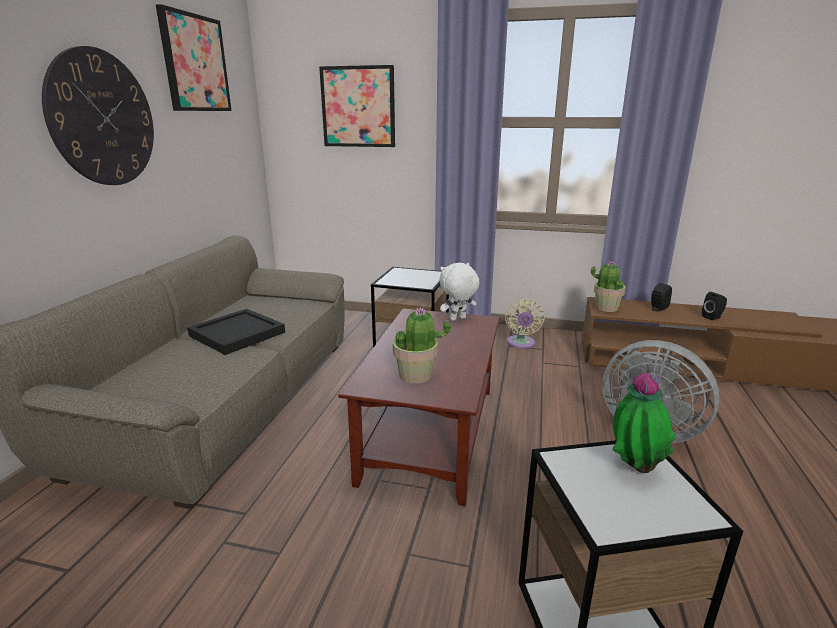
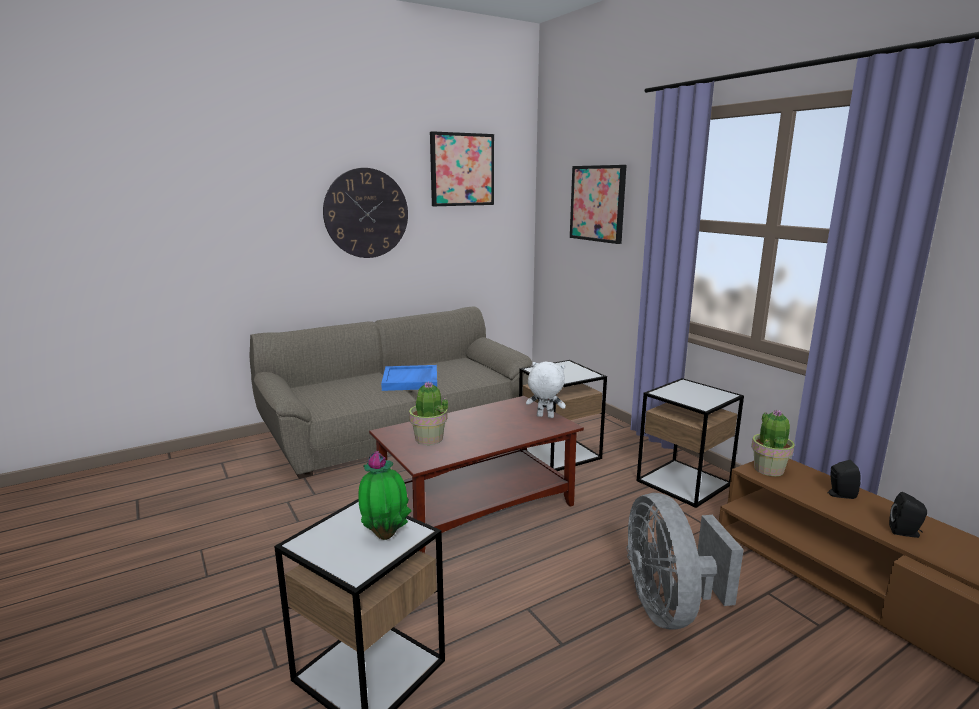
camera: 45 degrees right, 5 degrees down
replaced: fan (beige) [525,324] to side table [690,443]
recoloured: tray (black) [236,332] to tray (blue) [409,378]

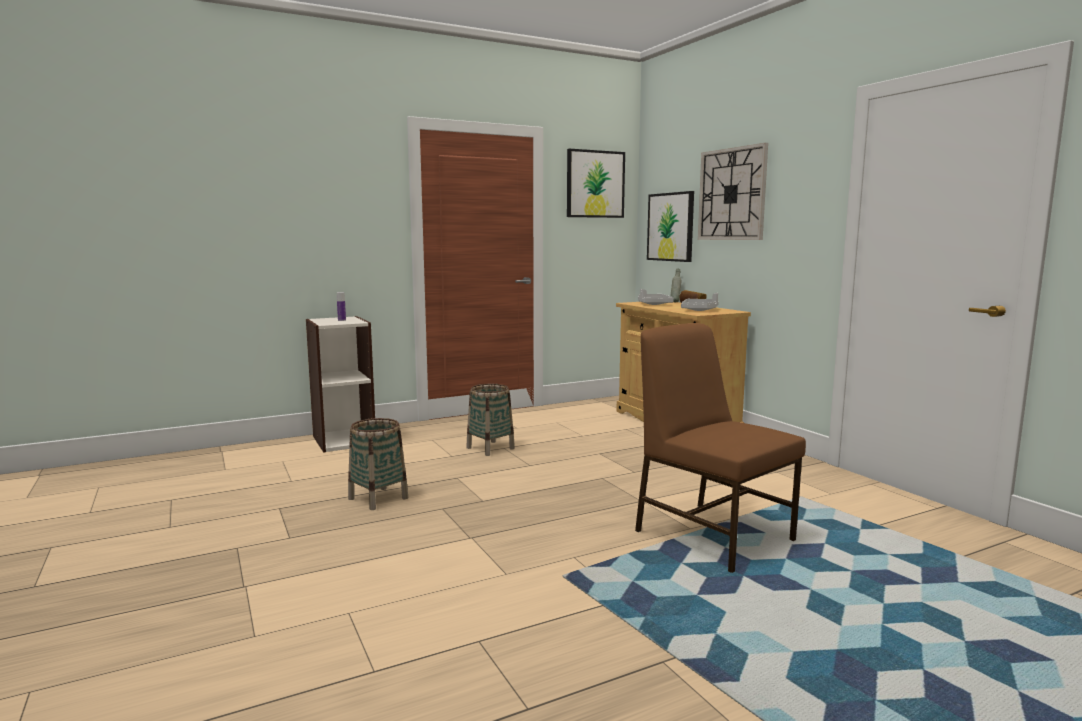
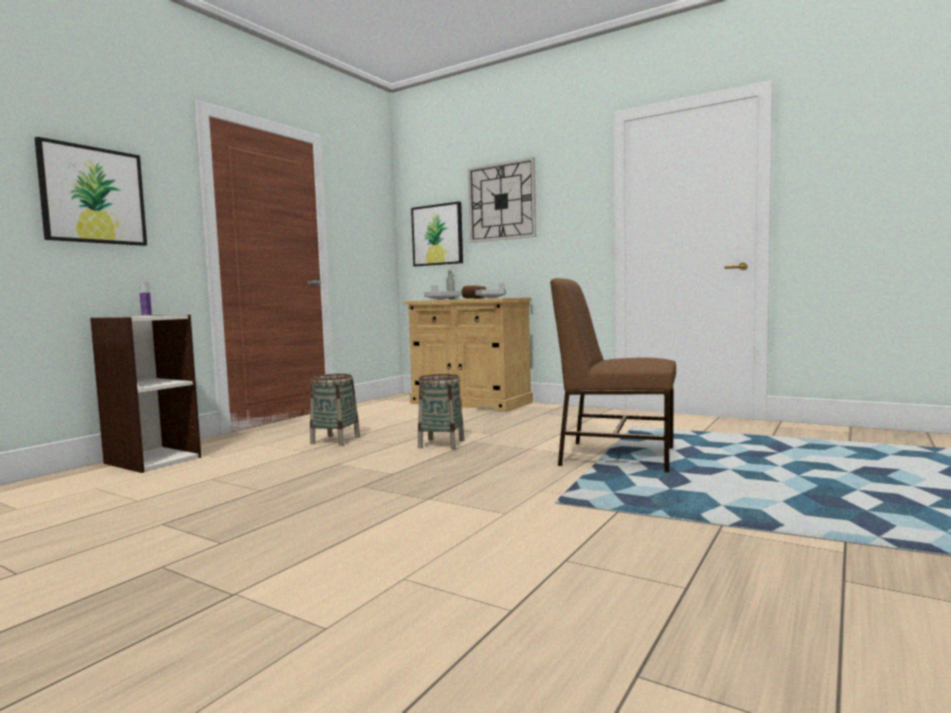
camera: 30 degrees left, 5 degrees down
moved: picture [596,183] to [91,191]; basket [378,464] to [441,411]

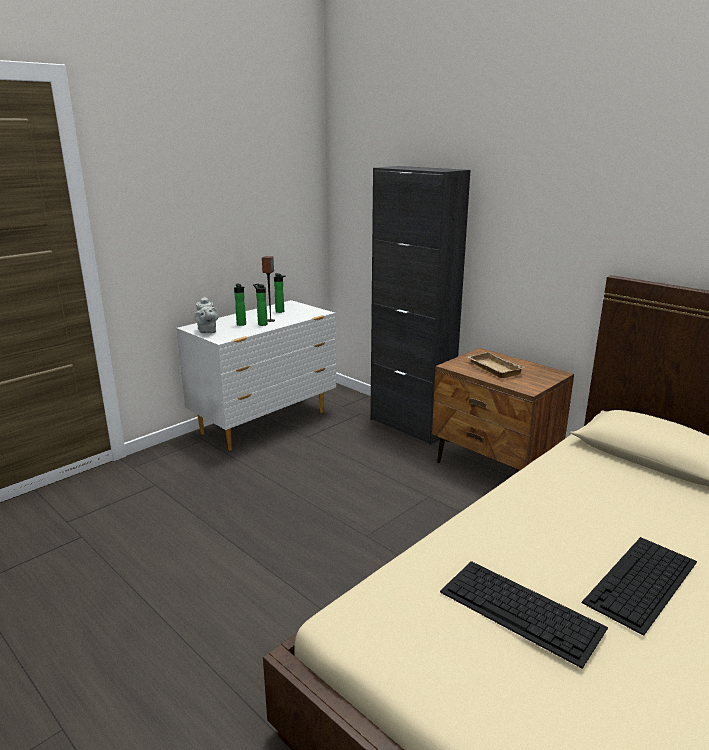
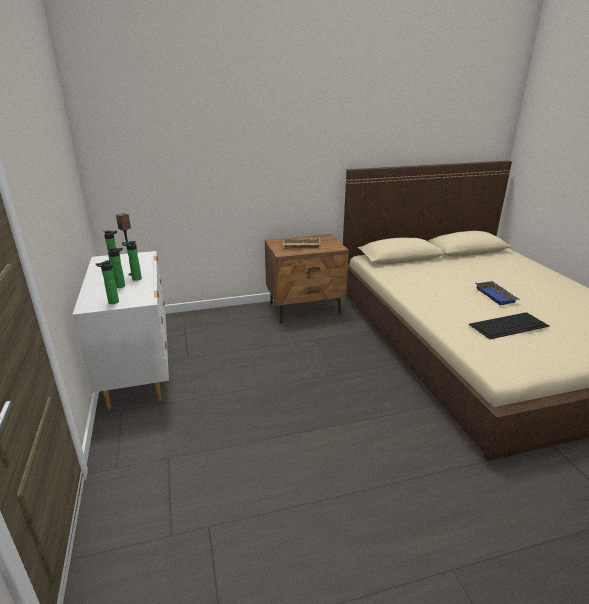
camera: 60 degrees left, 5 degrees up
removed: cabinet (black) [420,305]
replaced: teapot (grey) [206,315] to bottle [107,282]; keyboard [639,586] to tray (blue) [498,293]

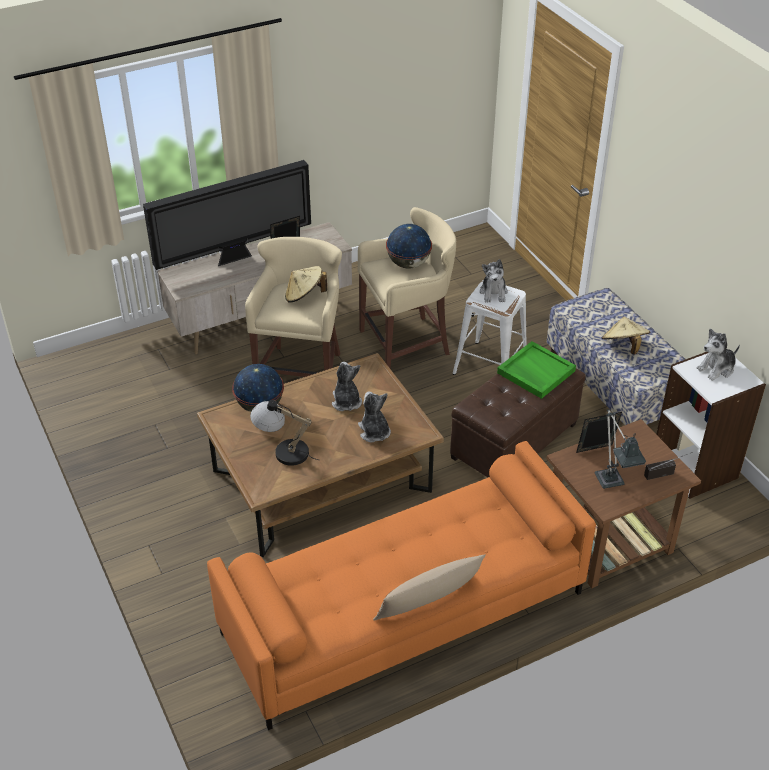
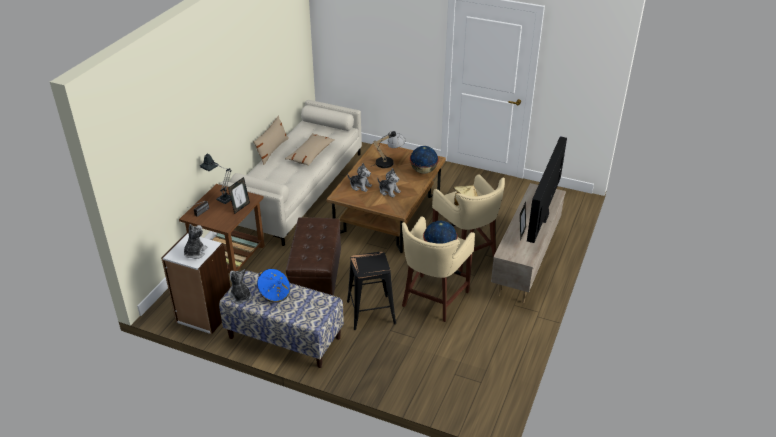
camera: 140 degrees right, 5 degrees down
removed: tray (green) [536,370]
added: pillow (beige) [310,149]
moved: plush toy [494,280] to [240,286]
recoloured: stool (white) [489,327] to stool (black) [371,291]; hat (beige) [626,335] to hat (blue) [273,286]; sofa (orange) [401,585] to sofa (beige) [291,173]

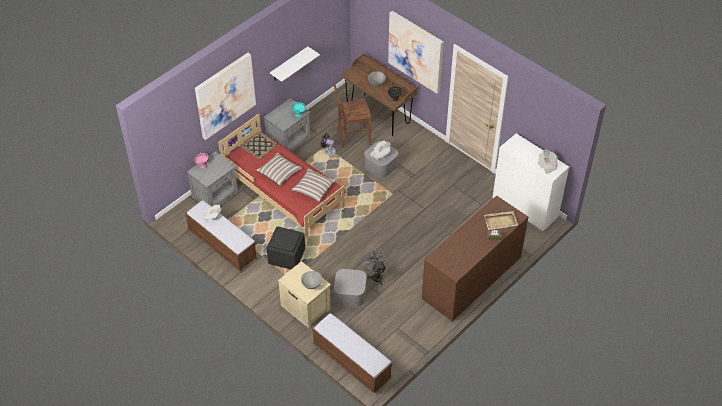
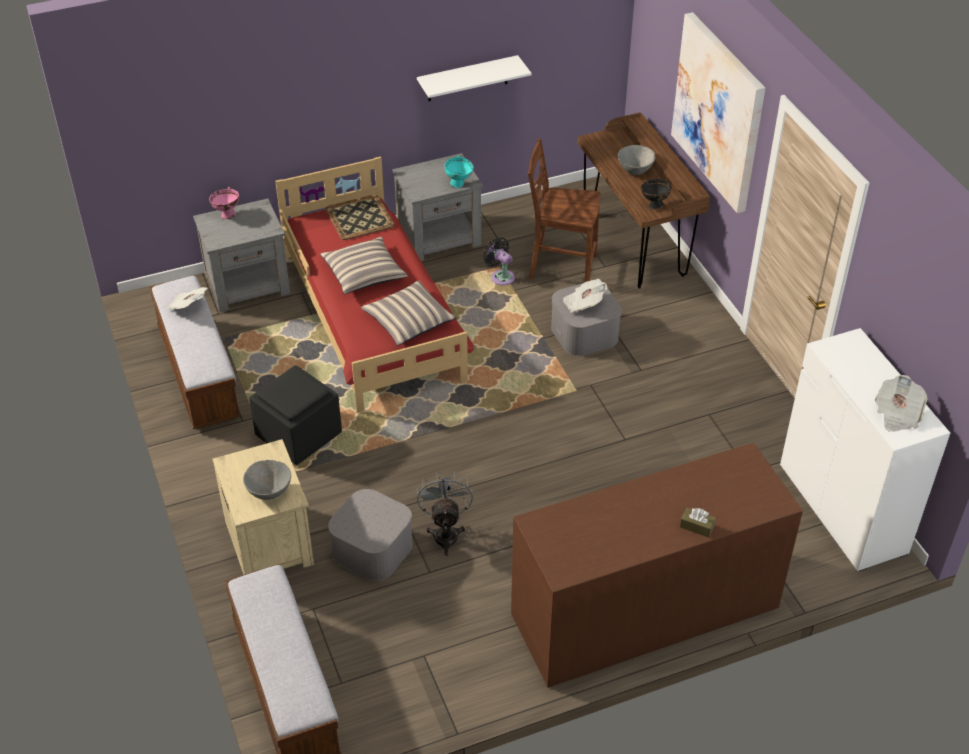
camera: 25 degrees right, 5 degrees down
removed: picture [225,96]; tray (beige) [501,220]

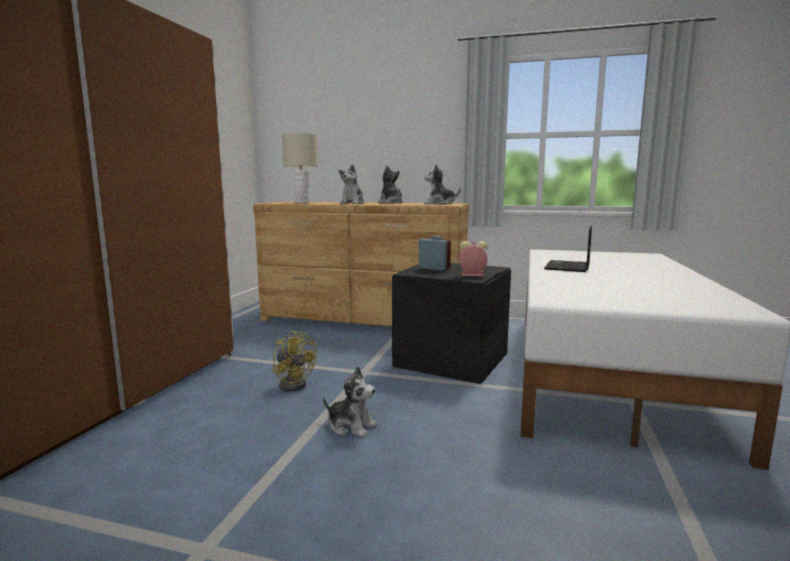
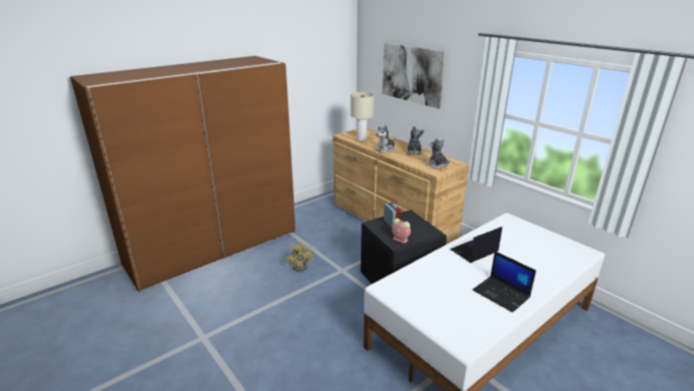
camera: 35 degrees right, 15 degrees up
removed: plush toy [350,402]
added: picture [414,76]; laptop [504,282]

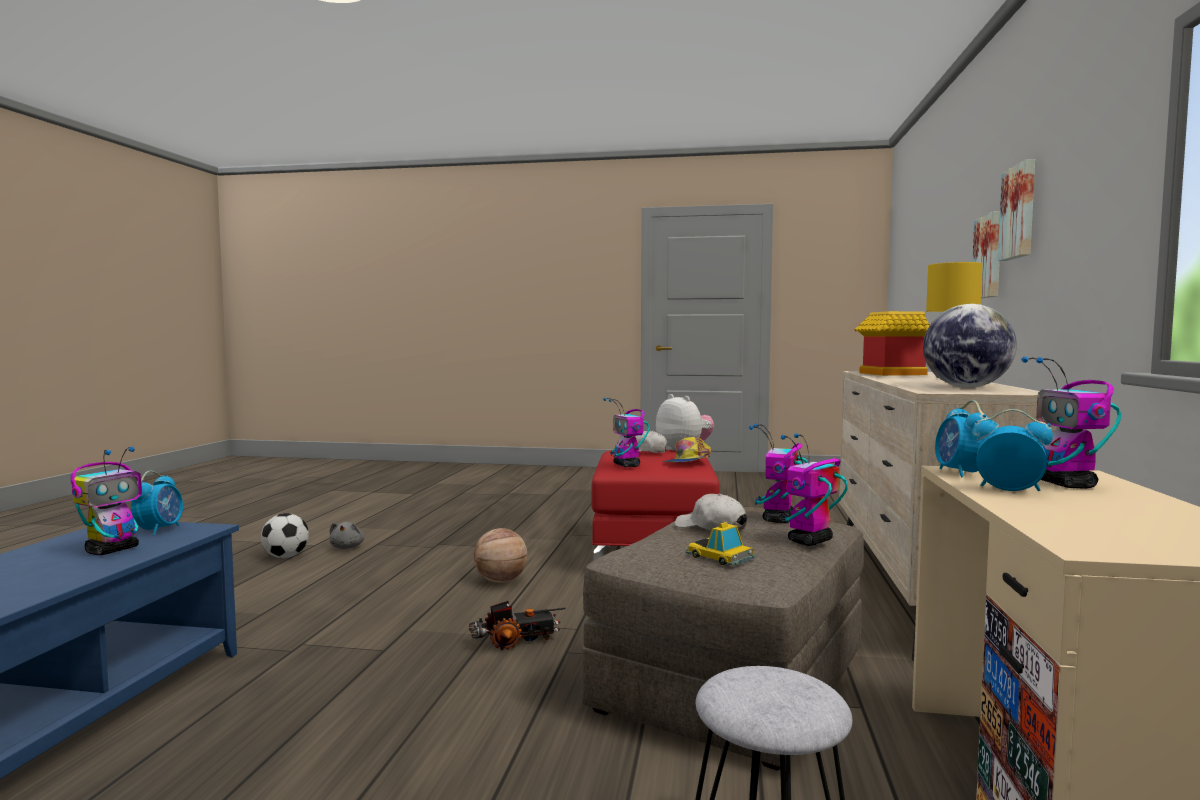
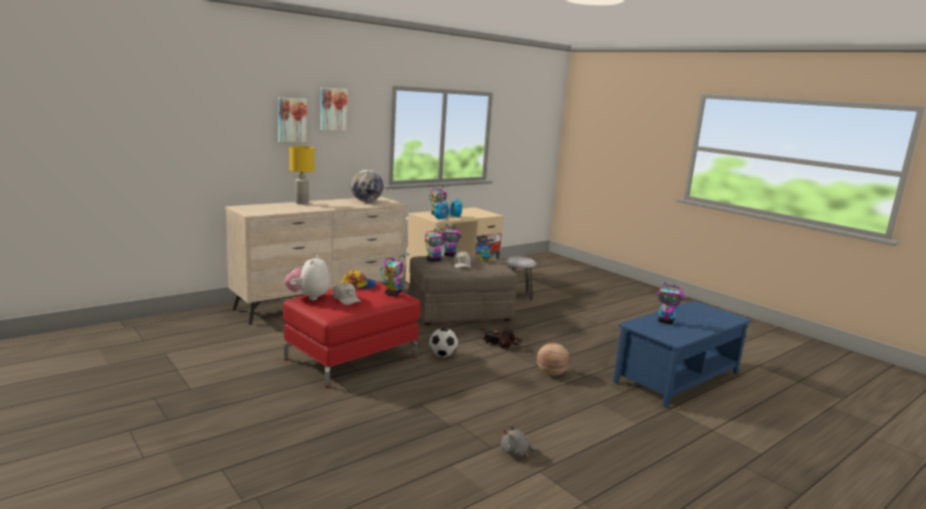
camera: 140 degrees left, 10 degrees up
removed: toy house [892,343]; alarm clock [157,503]
moved: picture [986,255] to [333,109]; football [285,535] to [443,342]; basketball [500,555] to [553,359]
turned: toy robot [106,501] = [670,303] 135 degrees counterclockwise; plush toy (grey) [347,535] = [521,440] 120 degrees counterclockwise

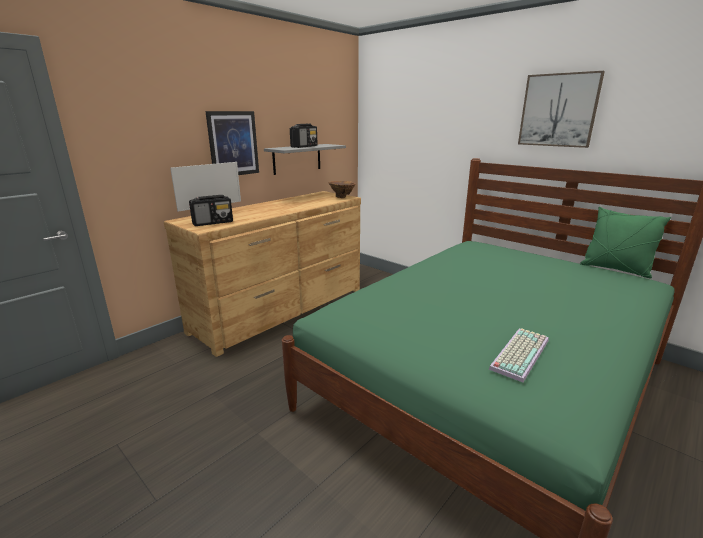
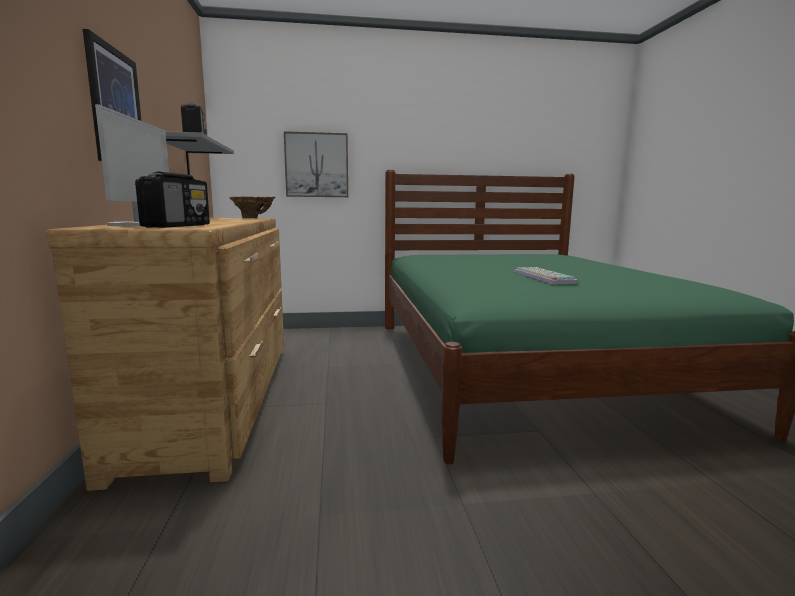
camera: 50 degrees left, 10 degrees down
removed: pillow (green) [625,243]
moved: picture [561,109] to [316,164]; keyboard [519,355] to [546,275]

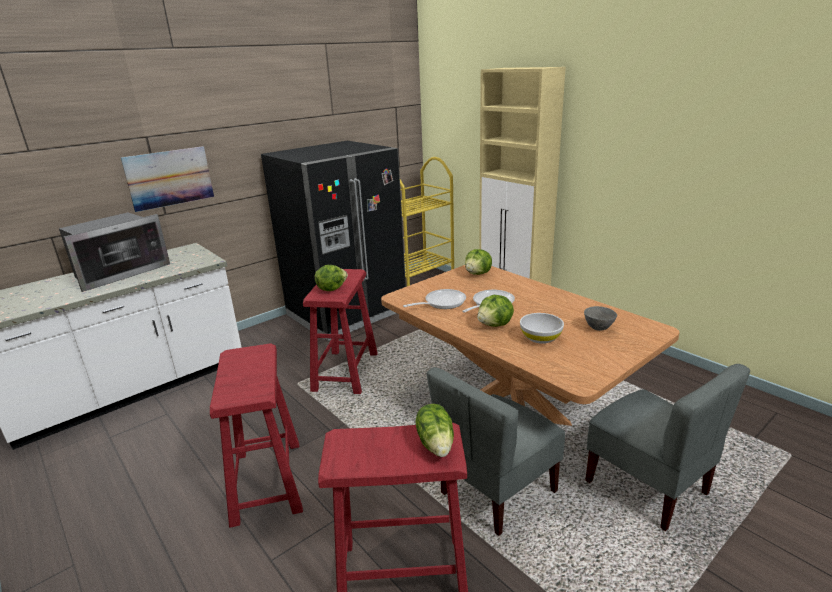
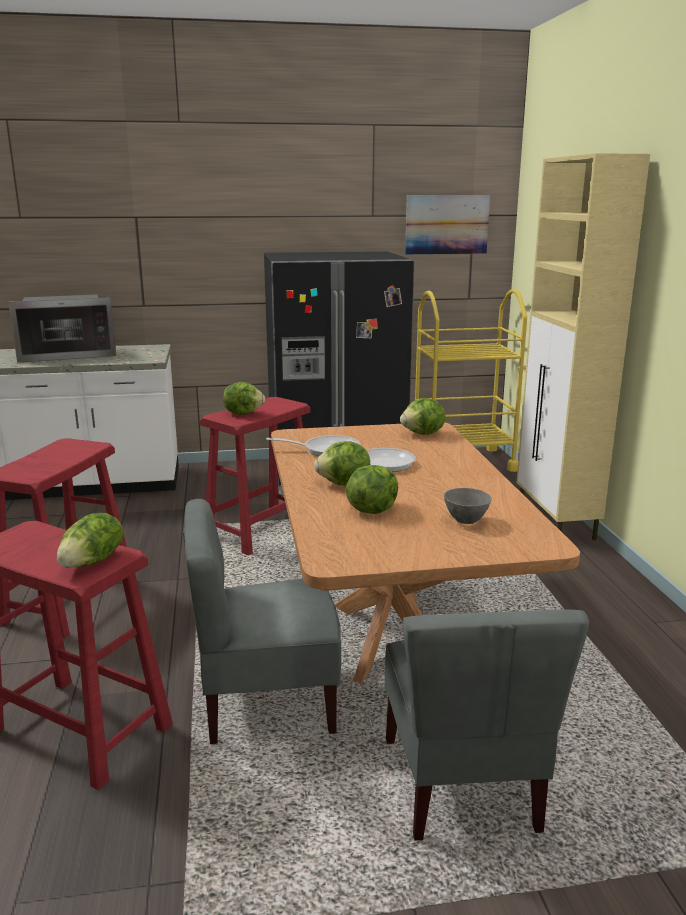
camera: 30 degrees right, 5 degrees down
moved: picture [167,179] to [447,225]
replaced: bowl (white) [542,328] to lettuce [372,489]

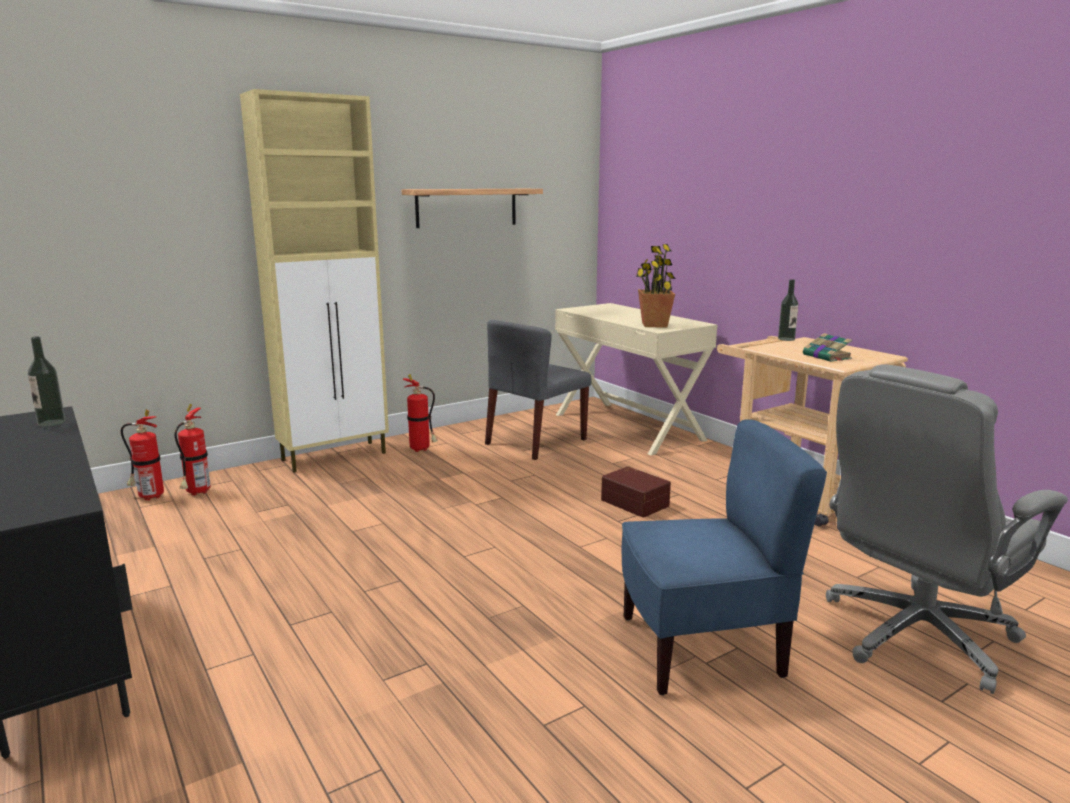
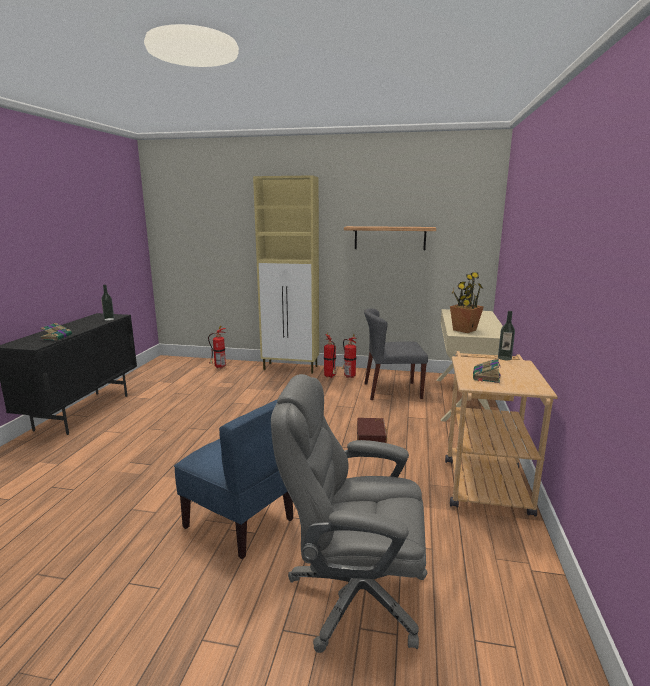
camera: 45 degrees right, 0 degrees up
added: book [56,332]
moved: fire extinguisher [142,455] to [349,356]

